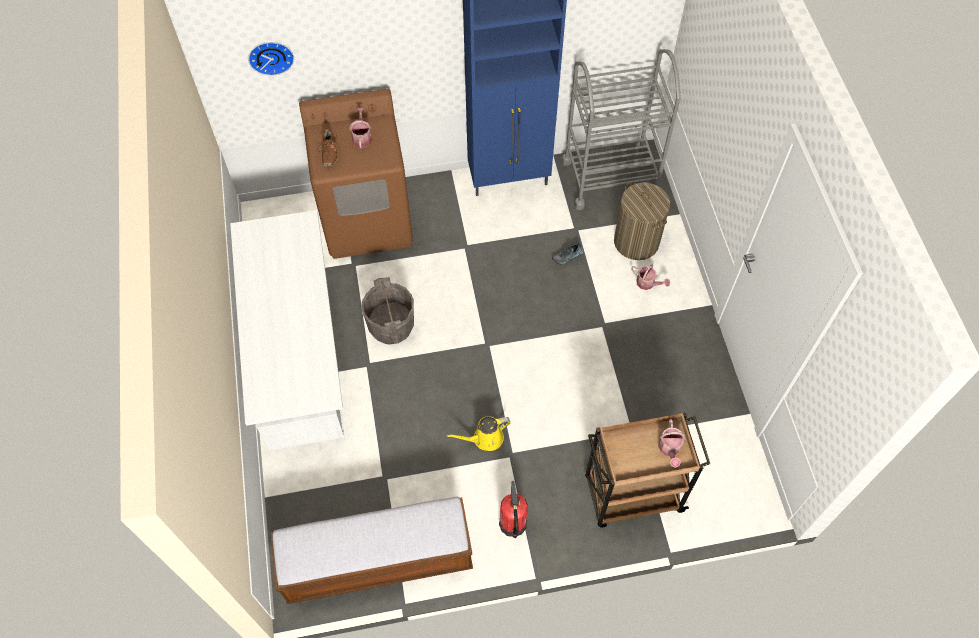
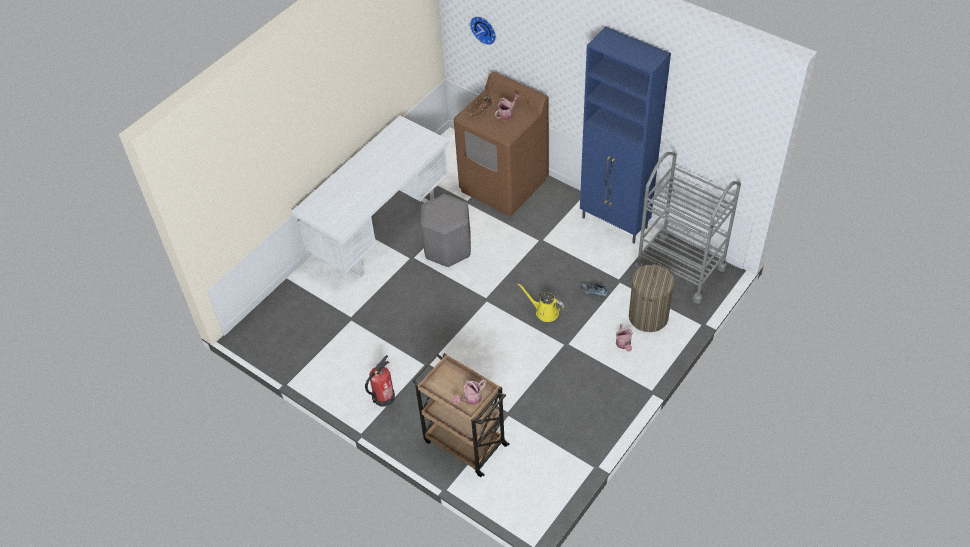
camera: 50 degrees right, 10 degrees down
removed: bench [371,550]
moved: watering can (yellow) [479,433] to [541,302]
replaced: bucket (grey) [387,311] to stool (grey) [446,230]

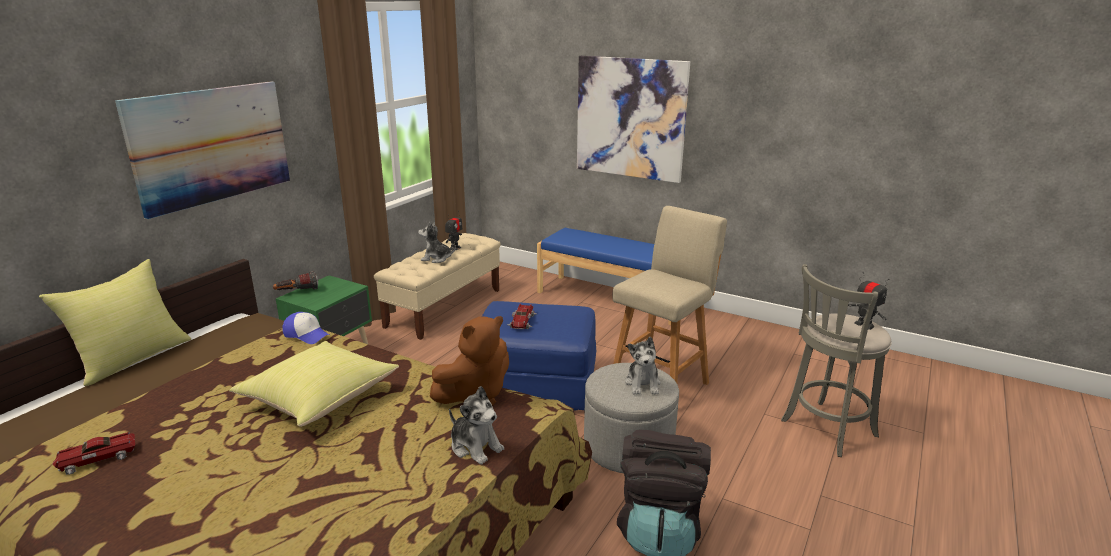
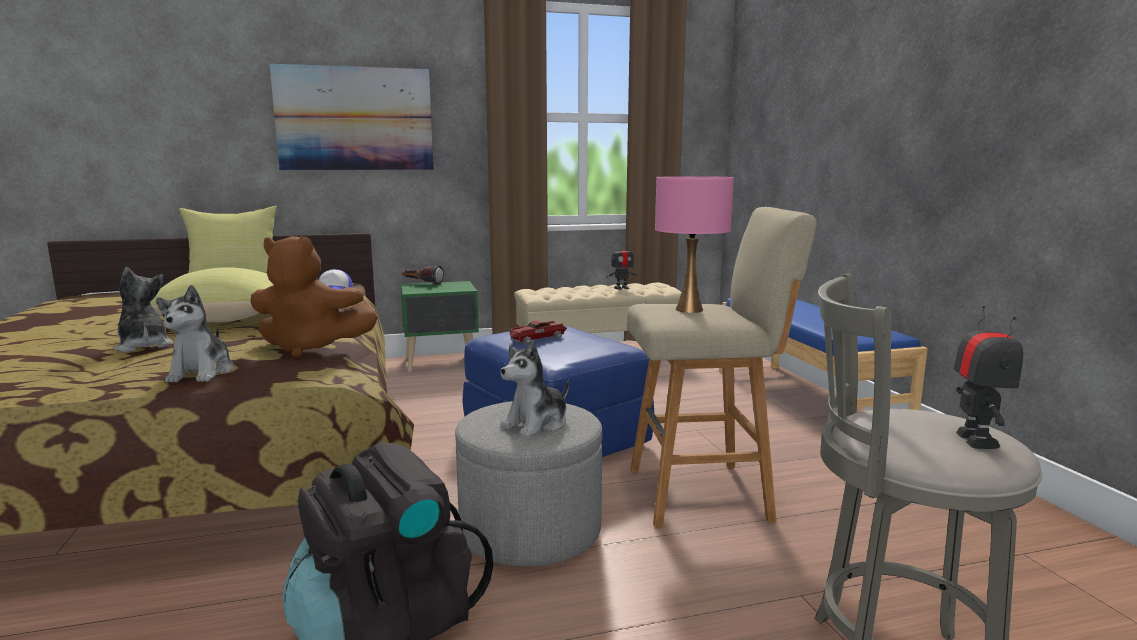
camera: 45 degrees right, 10 degrees down
removed: picture [633,119]; toy car [93,453]
added: table lamp (pink) [694,244]
moved: plush toy [437,242] to [143,309]

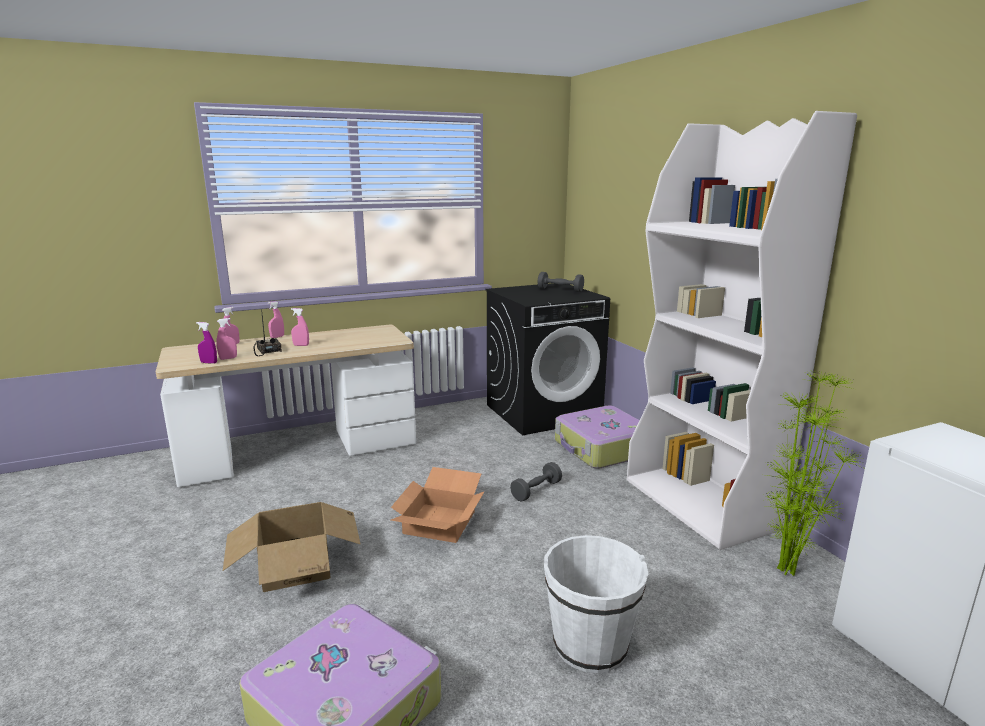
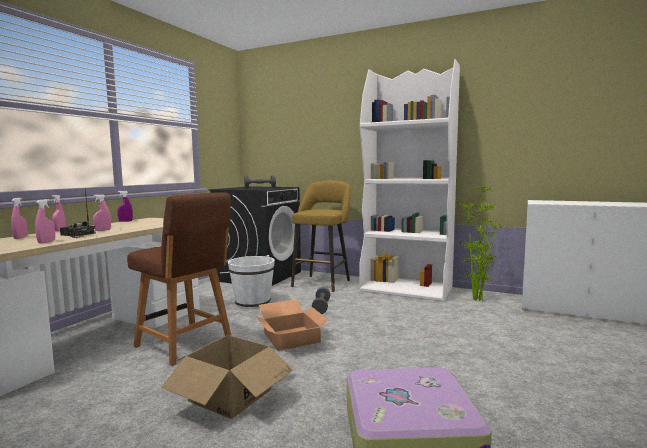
camera: 40 degrees left, 10 degrees down
added: chair (brown) [179,279]
moved: spray bottle (purple) [206,343] to [125,206]; bucket (white) [596,604] to [251,282]
replaced: suitcase [597,437] to stool (yellow) [321,236]

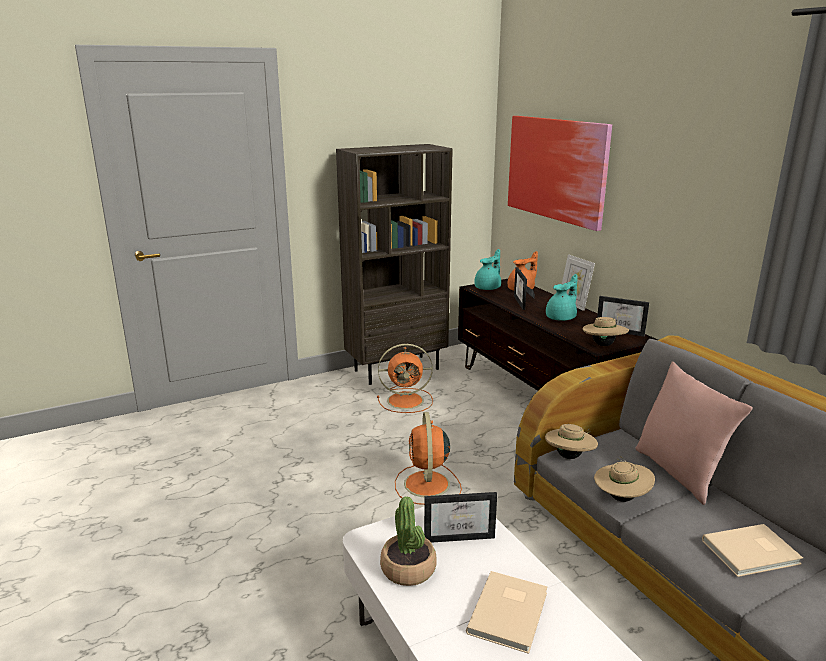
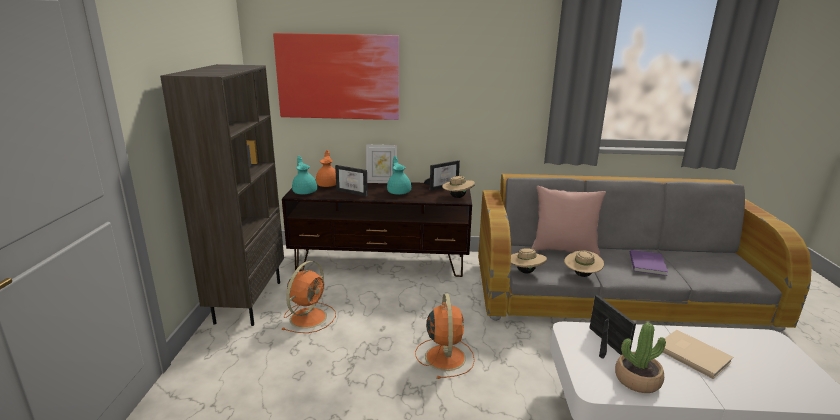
camera: 60 degrees left, 0 degrees up
recoloured: book (beige) [752,550] to book (purple) [649,263]
turned: fan (orange) [428,458] = [445,336] 120 degrees counterclockwise; picture frame [460,517] = [612,327] 45 degrees counterclockwise

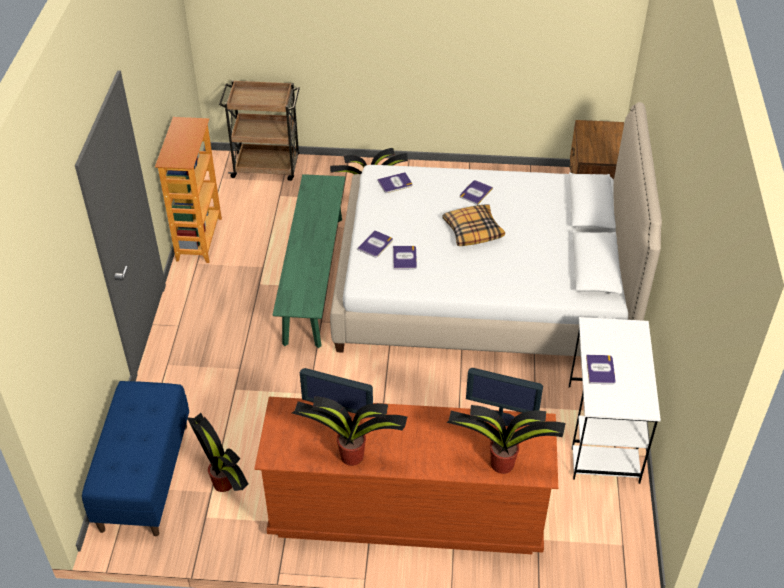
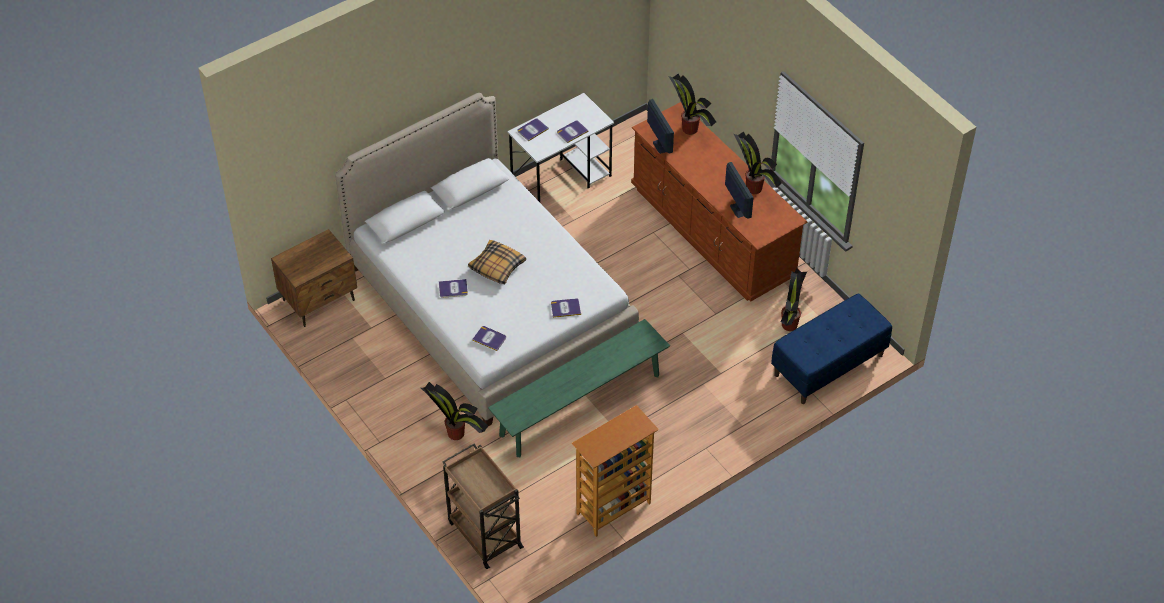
camera: 130 degrees left, 5 degrees up
moved: book [405,258] to [533,129]

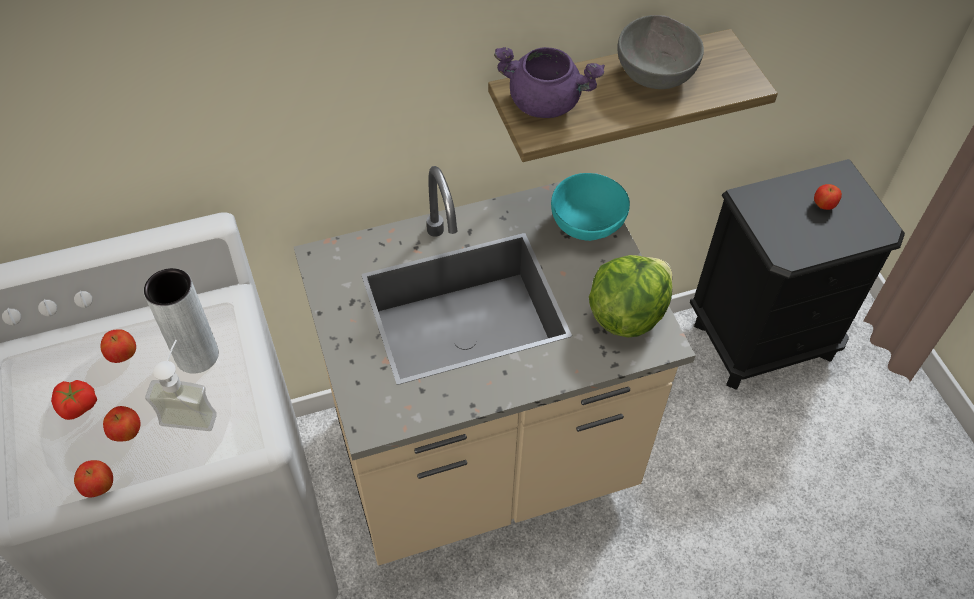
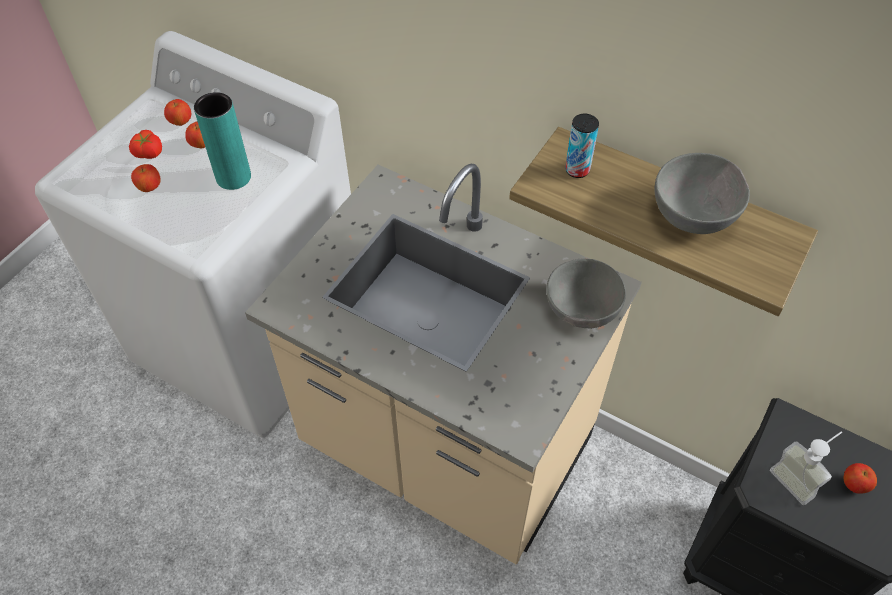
camera: 50 degrees right, 0 degrees up
removed: lettuce [631,296]
moved: soap dispenser [181,385] to [806,468]; apple [93,478] to [177,112]
replaced: cooking pot (purple) [549,82] to can [582,146]
recoloured: bowl (turquoise) [590,207] to bowl (grey) [586,293]; vase (grey) [181,321] to vase (turquoise) [222,141]

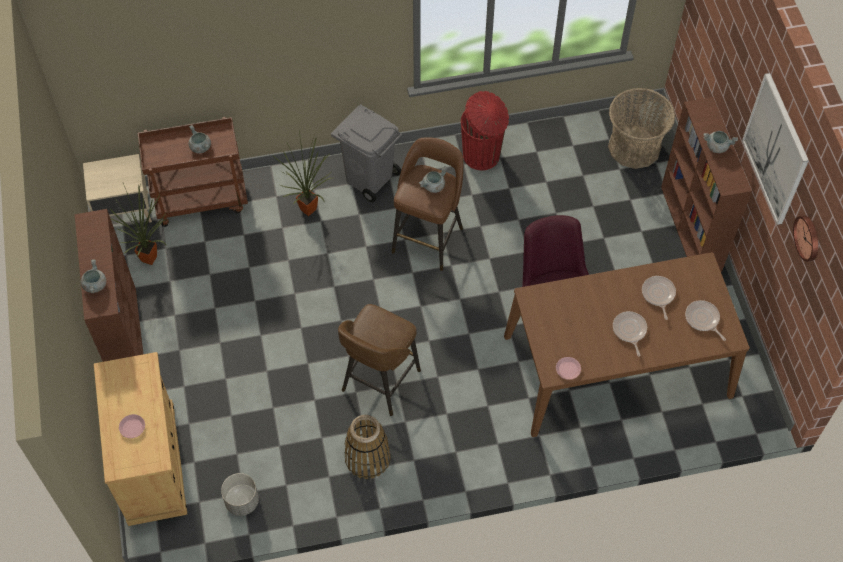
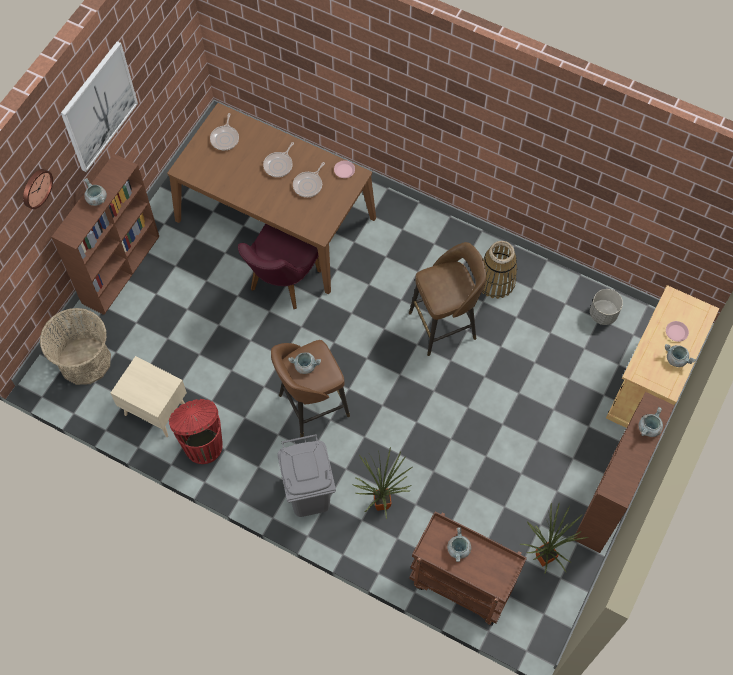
camera: 140 degrees left, 5 degrees up
added: cooking pot (grey) [680,355]
moved: nightstand (beige) [117,188] to [149,396]; wall clock [805,238] to [38,189]; frying pan [659,298] to [309,179]

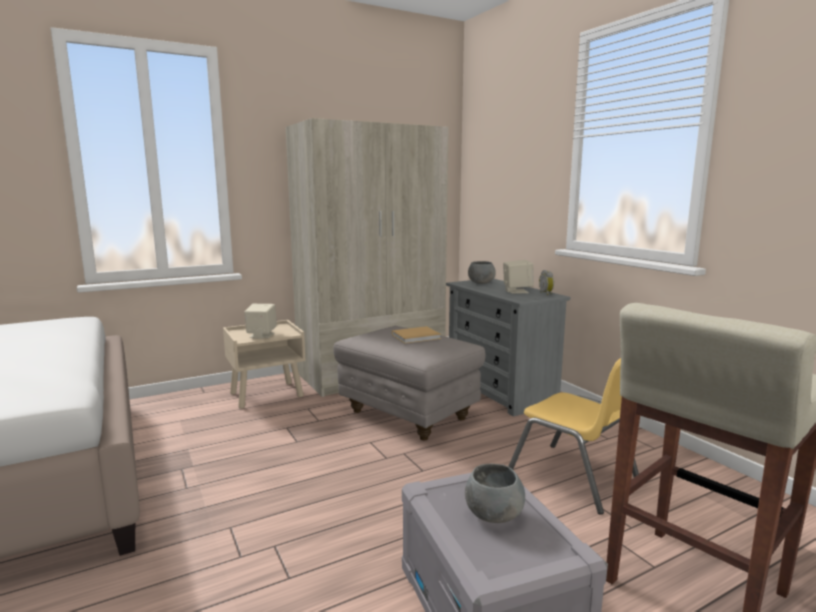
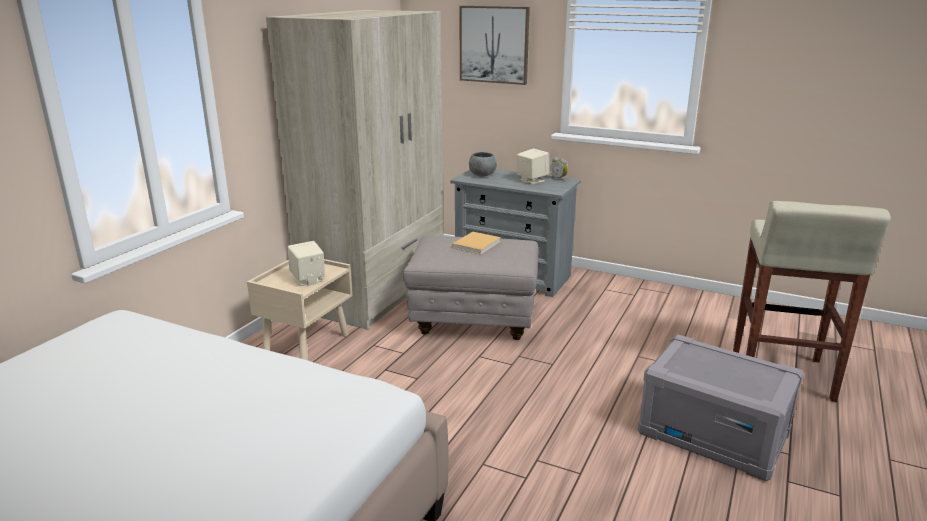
camera: 35 degrees left, 10 degrees up
removed: chair (yellow) [573,436]; bowl (grey) [495,493]
added: picture [495,45]

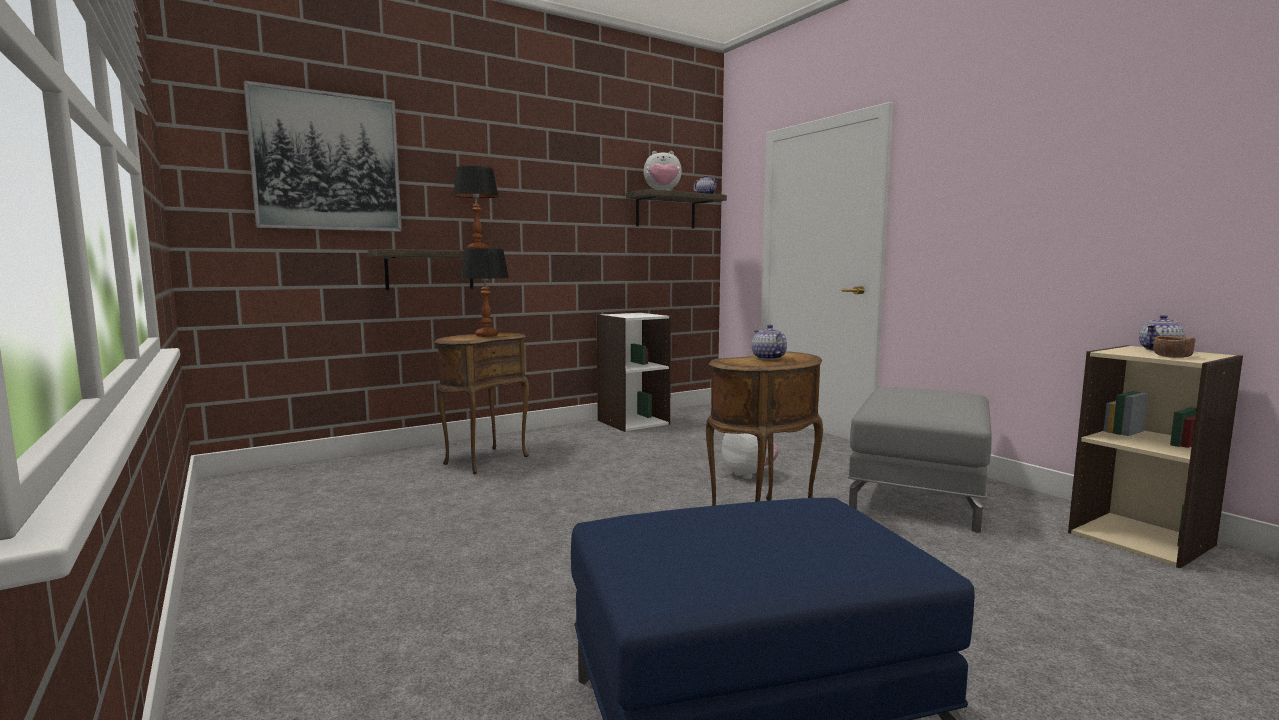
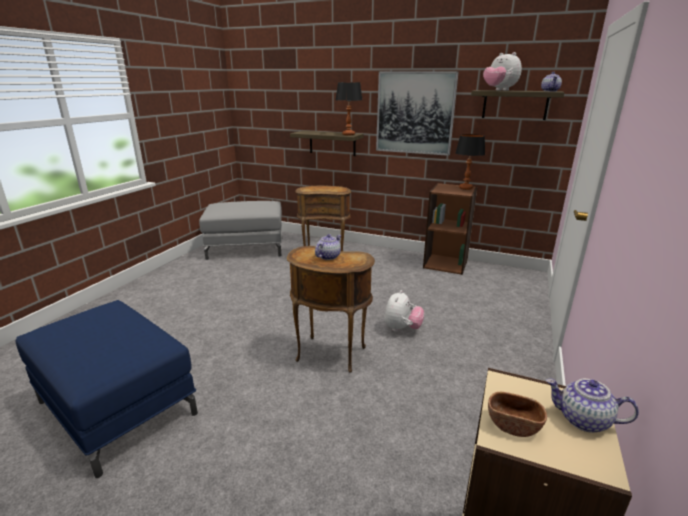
camera: 55 degrees right, 15 degrees up
moved: picture [323,156] to [417,113]; table lamp [485,293] to [470,162]; ottoman (grey) [920,460] to [240,230]
recoloured: bookcase (white) [634,372] to bookcase (brown) [450,229]

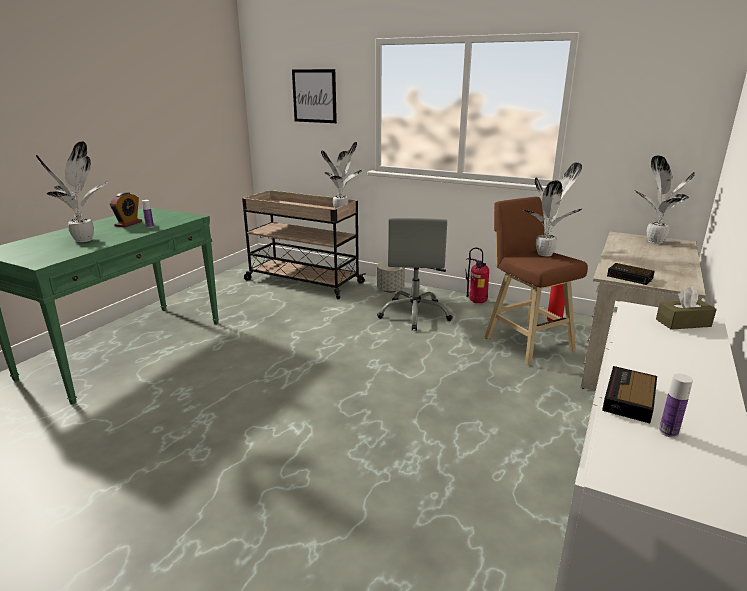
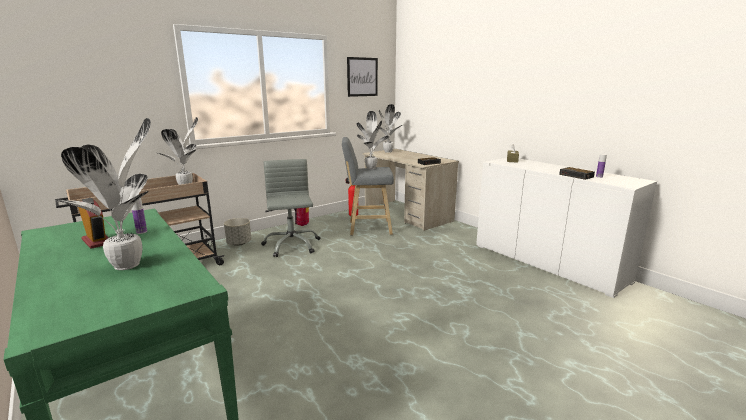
camera: 65 degrees left, 5 degrees down
moved: picture [314,96] to [362,77]
recoloured: stool (brown) [536,281] to stool (grey) [368,186]
turned: office chair (grey) [415,274] = [290,208] 135 degrees counterclockwise

